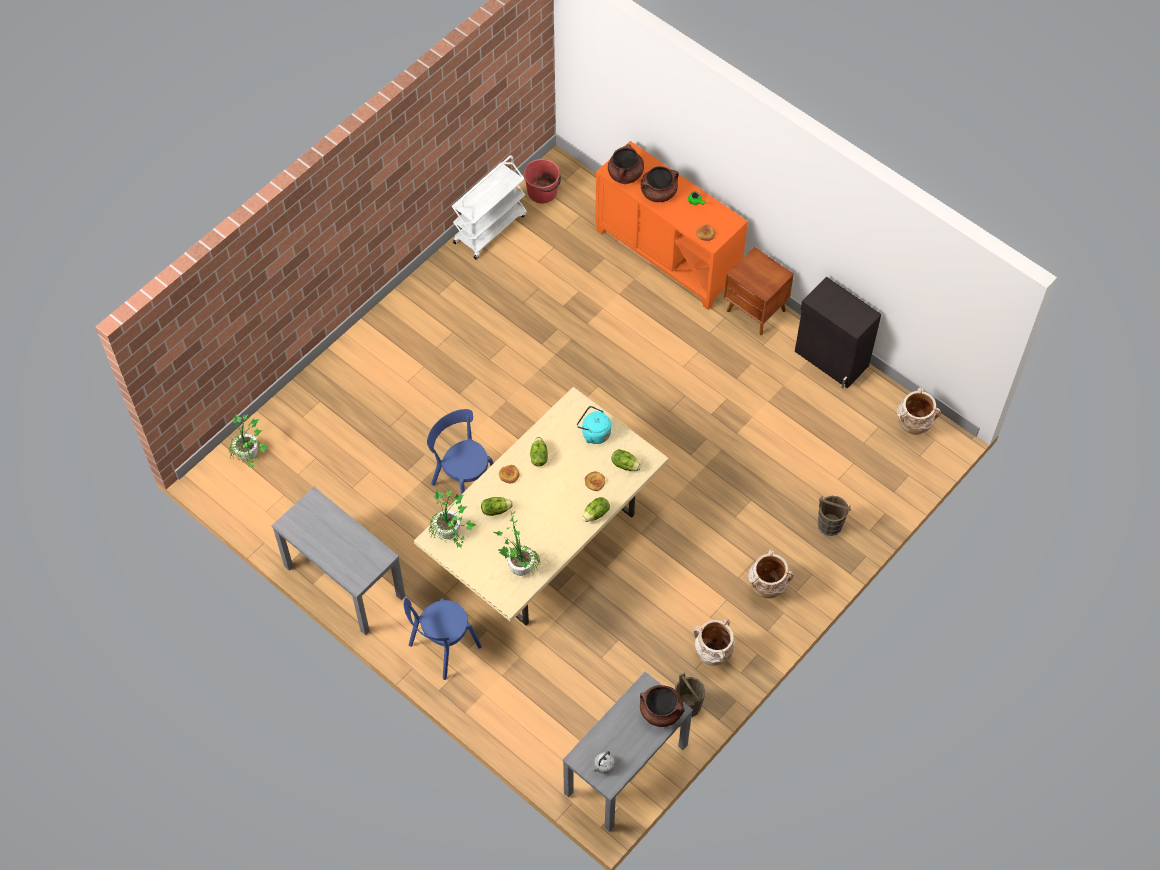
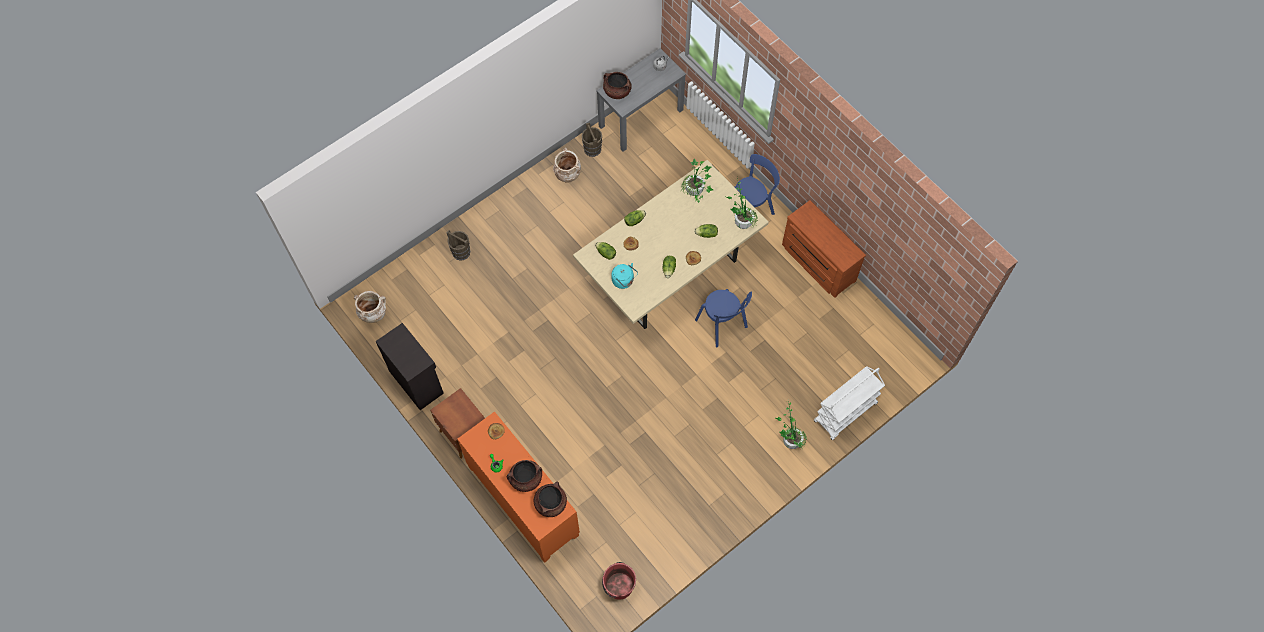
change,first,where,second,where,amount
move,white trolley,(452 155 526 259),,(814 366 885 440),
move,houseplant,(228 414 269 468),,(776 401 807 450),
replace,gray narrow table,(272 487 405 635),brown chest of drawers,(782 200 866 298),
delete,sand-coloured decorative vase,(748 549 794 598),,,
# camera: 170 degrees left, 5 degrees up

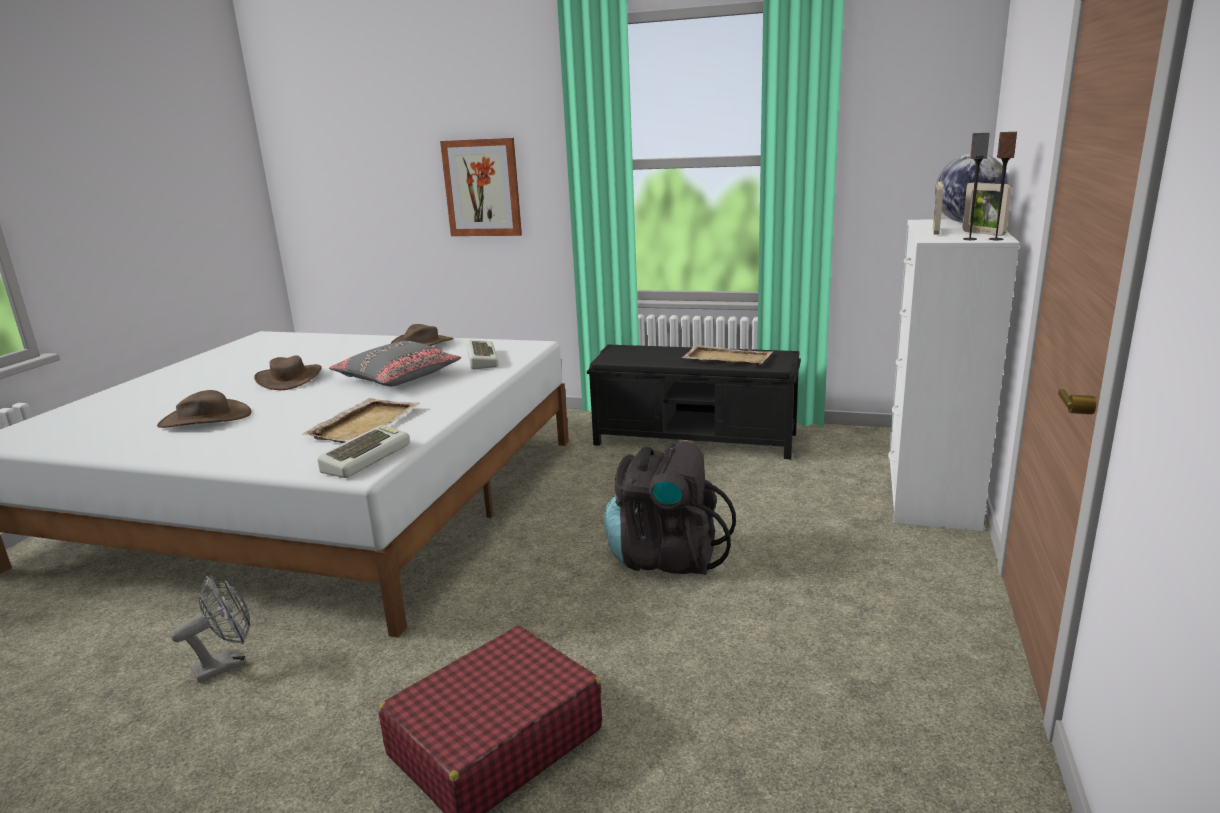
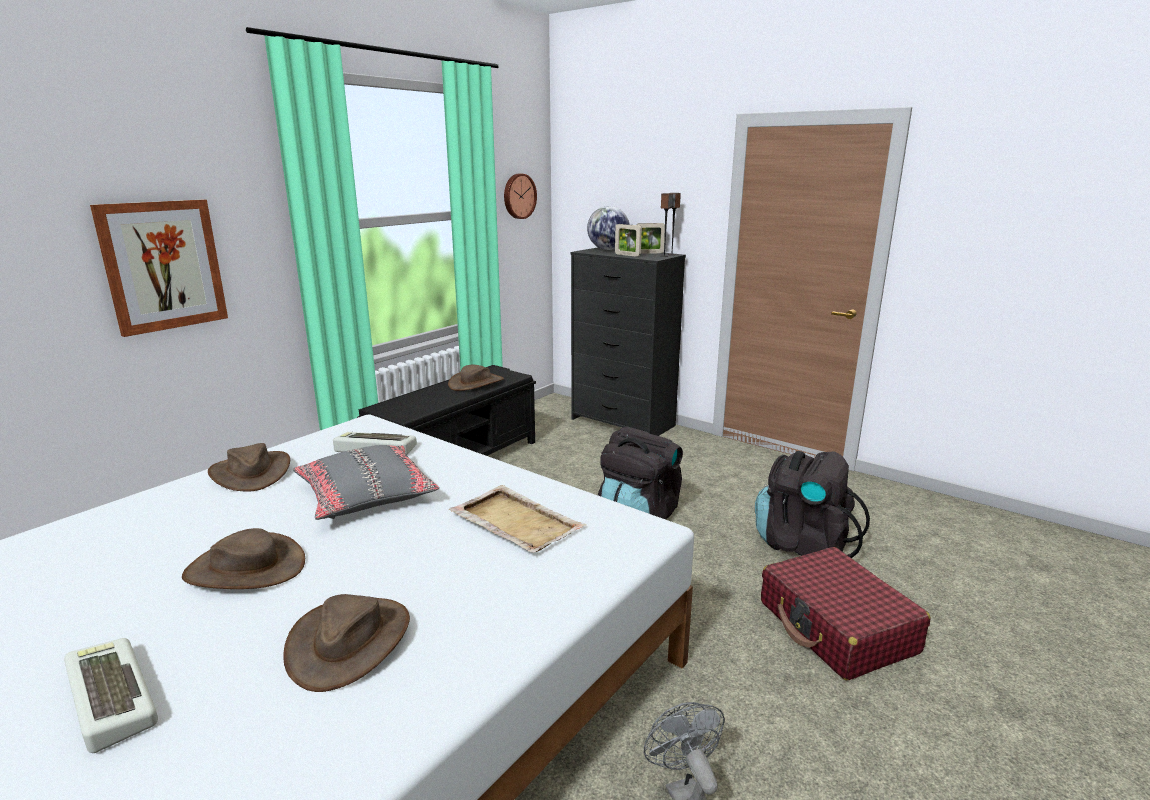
change,first,where,second,where,amount
recolor,white chest of drawers,(888 219 1020 531),blackish chest of drawers,(571 247 686 436),
replace,sand-coloured carrying tray,(681 345 773 366),brown clothing hat,(448 365 504 391),
move,PC keyboard,(317 425 410 478),,(64 638 158 753),
insert,,,clock on the wall,(504 174 537 219),
insert,,,blackish rucksack,(755 451 870 558),
# camera: 70 degrees left, 0 degrees up

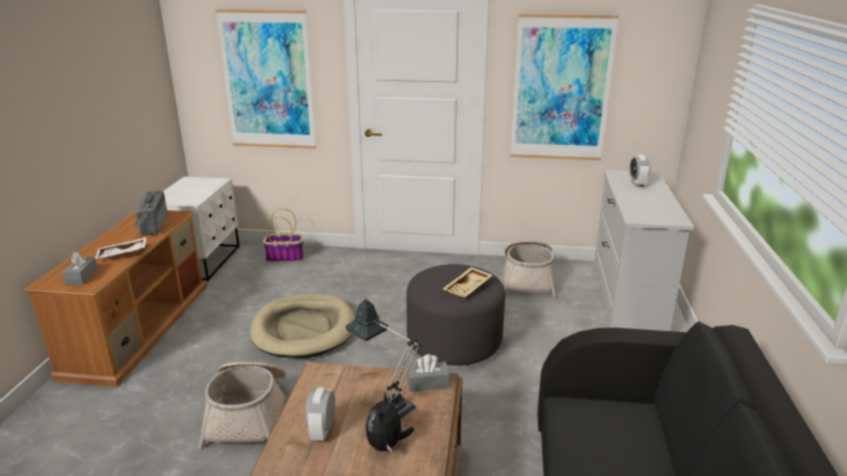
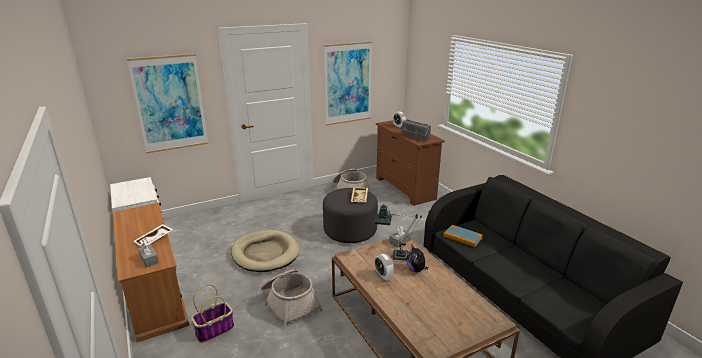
change,first,where,second,where,amount
recolor,white chest of drawers,(593 170 694 331),brown chest of drawers,(376 120 445 206),
move,radio receiver,(134 190 168 235),,(400 119 431 141),
move,household basket,(263 208 304 263),,(191 285 234 343),
insert,,,volume,(443 225 483 247),
# camera: 35 degrees left, 0 degrees up

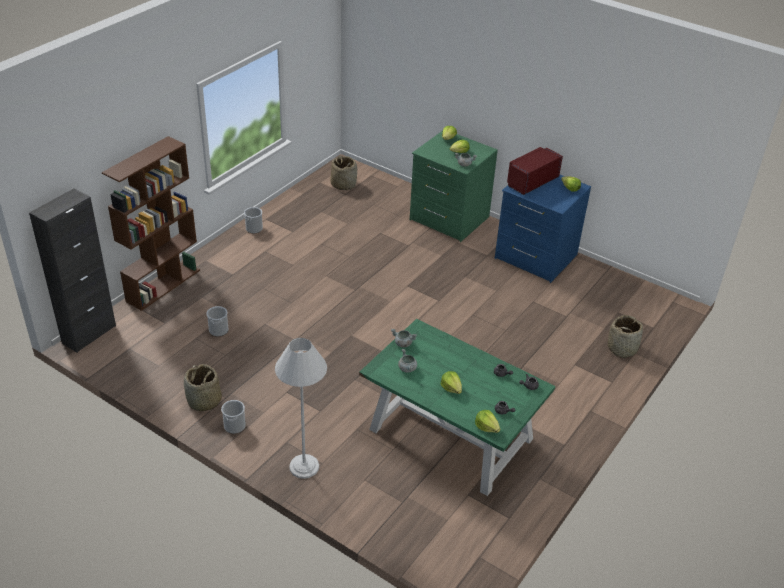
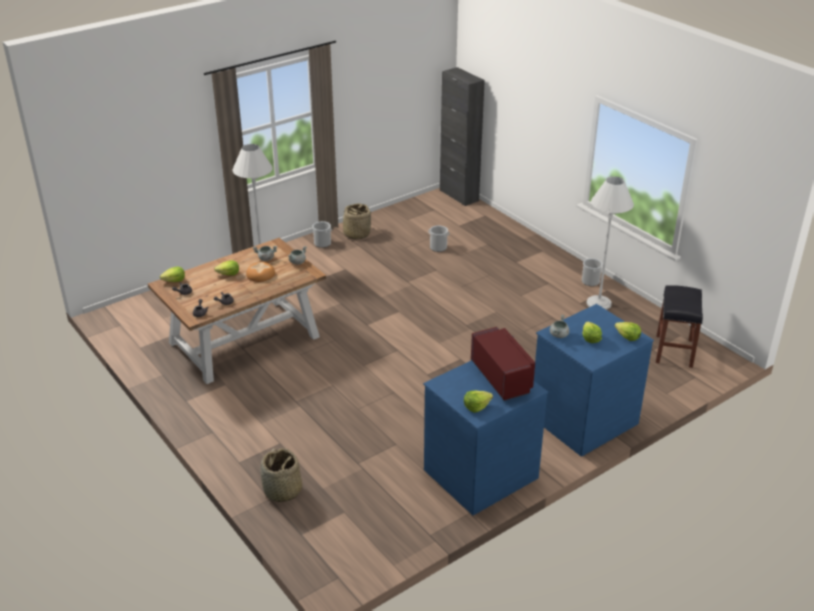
change,first,where,second,where,amount
recolor,greenish chest of drawers,(410 131 498 242),bluish chest of drawers,(534 304 654 456),
delete,brown shelving unit,(102 136 200 311),,,
replace,household basket,(330 156 357 190),blackish stool,(656 285 703 368),
recolor,greenish dinner table,(359 319 555 496),brown dinner table,(148 238 326 384),
insert,,,white standard lamp,(587 176 634 310),
insert,,,bakery bread,(246 262 275 282),
# camera: 110 degrees right, 5 degrees down

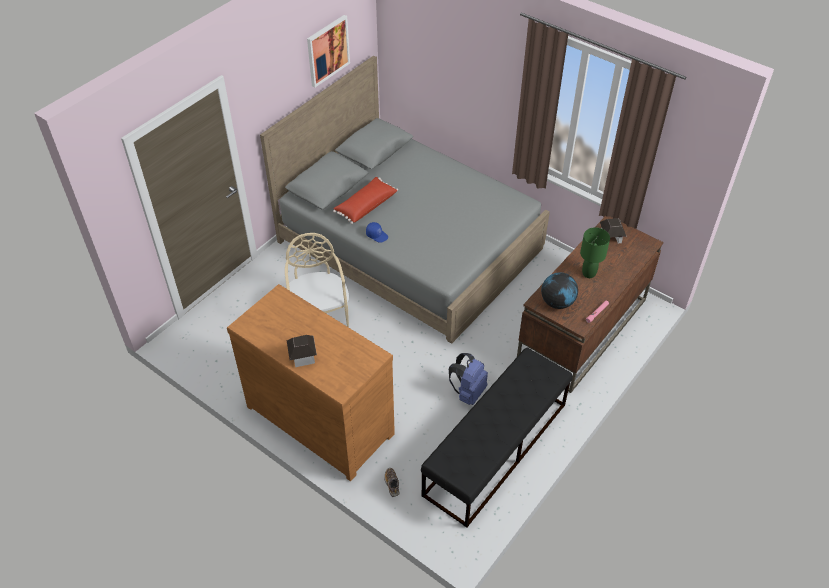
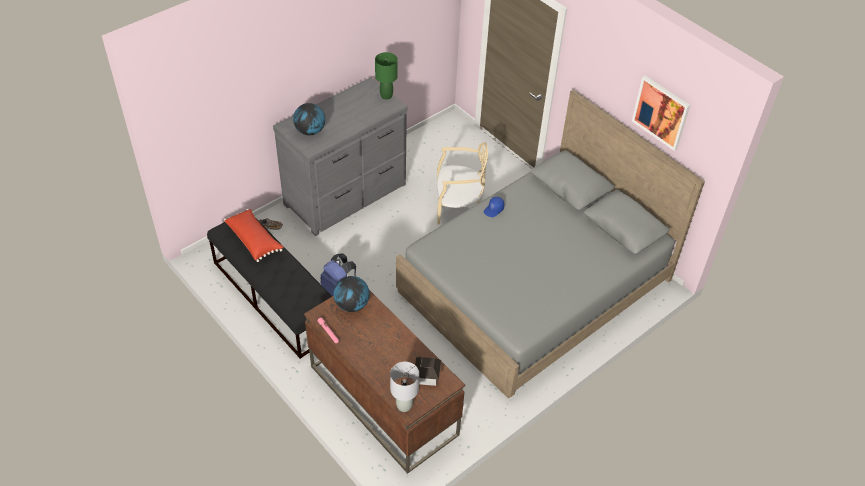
change,first,where,second,where,amount
move,red cushion,(333 177 398 224),,(224 209 283 262),
move,greenish table lamp,(580 227 610 278),,(375 52 398 100),
recolor,brown chest of drawers,(227 284 395 481),gray chest of drawers,(273 77 407 236),
delete,miniature house,(287 335 317 367),,,
insert,,,globe,(293 103 325 135),
insert,,,gray table lamp,(390 362 419 412),
# camera: 100 degrees right, 0 degrees up

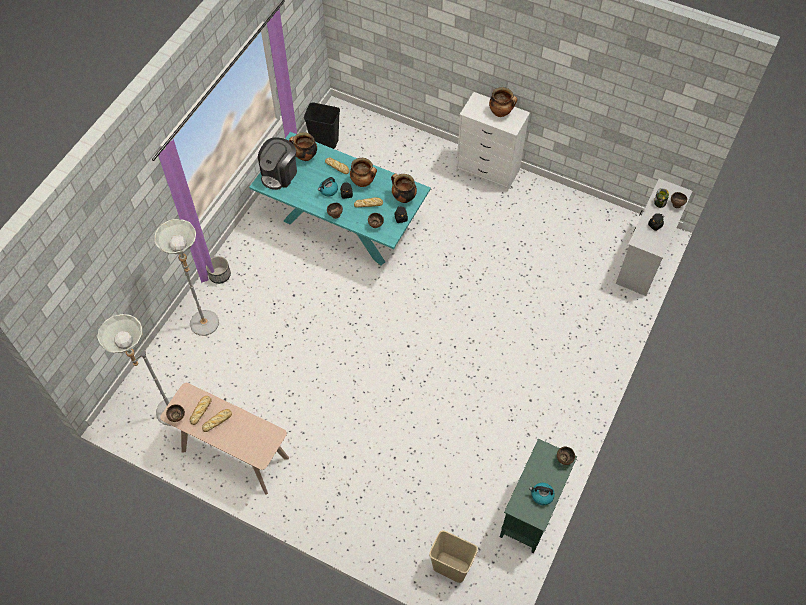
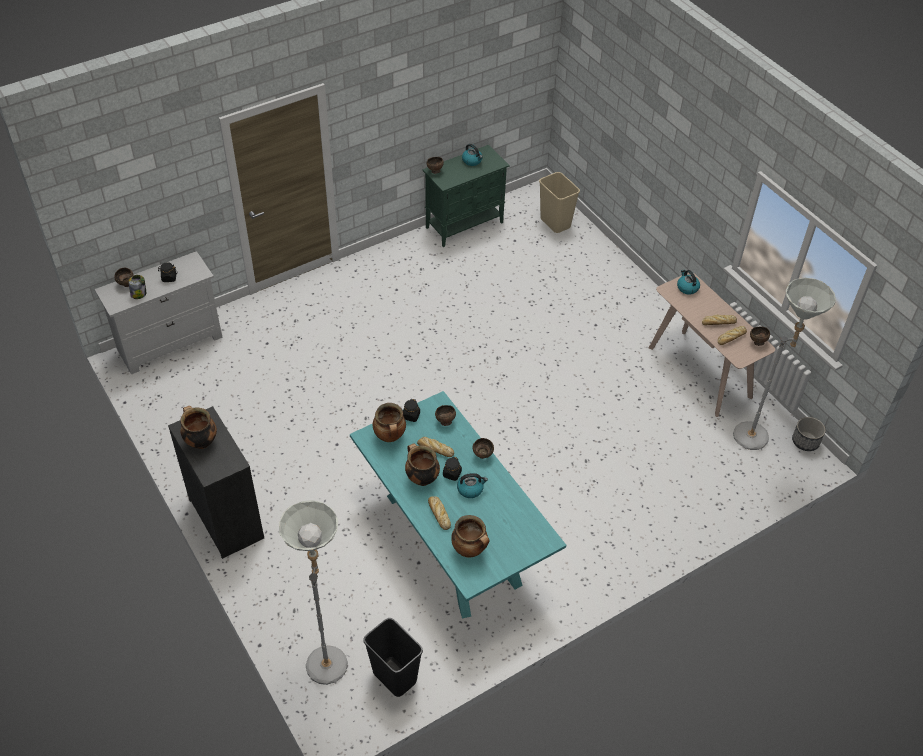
change,first,where,second,where,amount
recolor,white chest of drawers,(456 92 530 192),blackish chest of drawers,(168 406 264 559),
delete,coffee brewer,(258 137 297 190),,,
move,gray standard lamp,(155 219 219 336),,(279 500 348 685),
move,planter,(206 256 231 284),,(792 417 826 451),
insert,,,water kettle,(677 269 700 295),
# camera: 150 degrees left, 10 degrees down

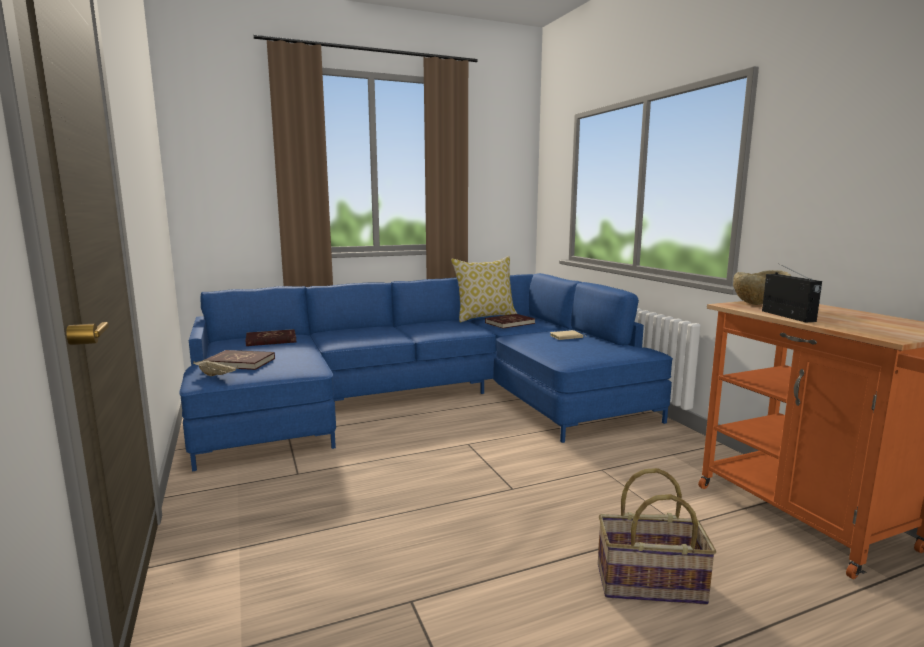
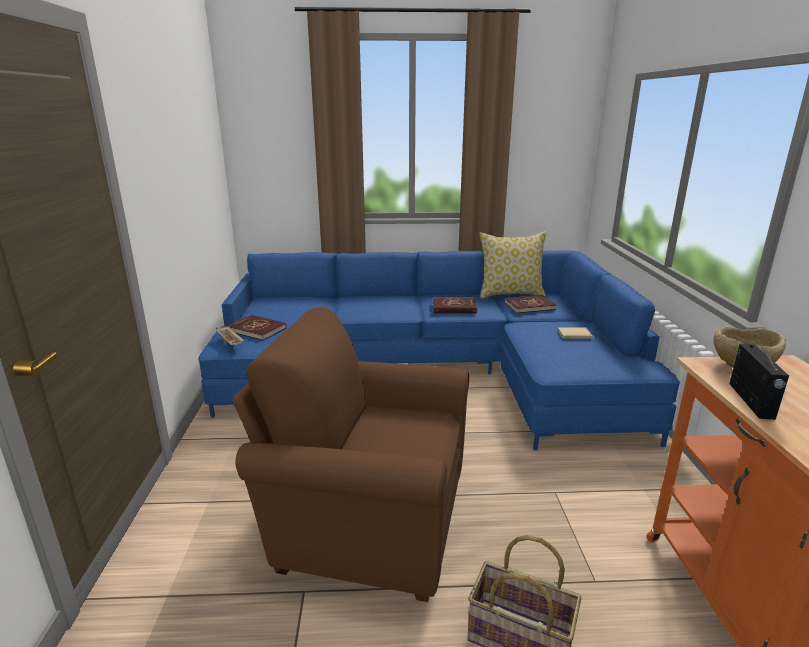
change,first,where,second,where,amount
move,red volume,(246 329 296 346),,(433 297 477 313),
insert,,,brown lounge chair,(232 307 469 602),
# camera: 20 degrees right, 10 degrees up

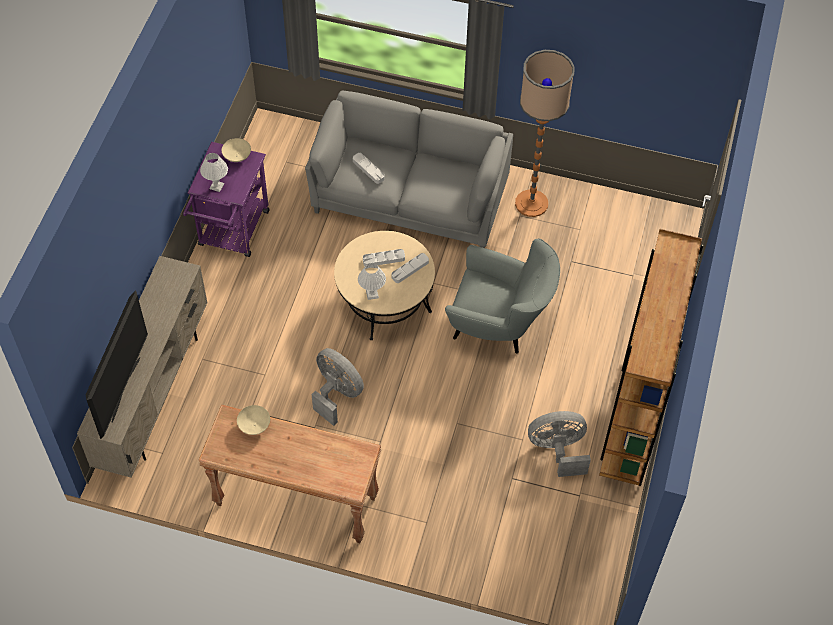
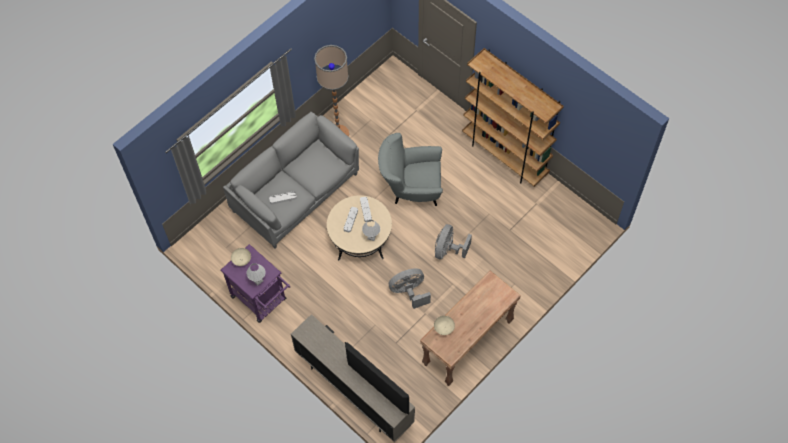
change,first,where,second,where,amount
rotate,gray lounge chair,(445 238 560 354),,(378 133 443 206),135 degrees counterclockwise
move,gray cooling fan,(528 411 591 477),,(435 224 472 259),
# camera: 60 degrees left, 5 degrees up

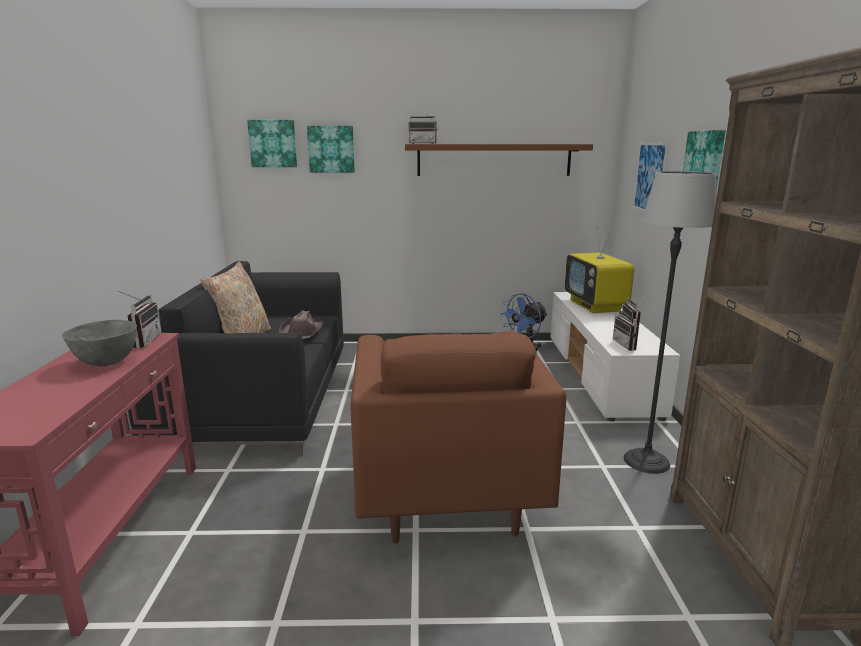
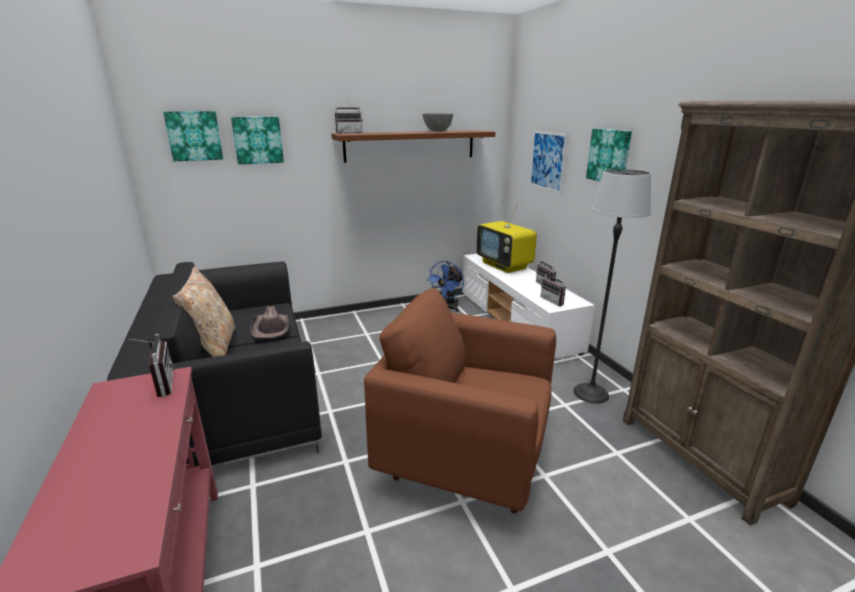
change,first,where,second,where,amount
move,gray bowl,(62 320 137 367),,(422 113 454 132),
rotate,brown lounge chair,(350 331 566 544),,(364 288 556 513),135 degrees clockwise
# camera: 20 degrees left, 5 degrees up

